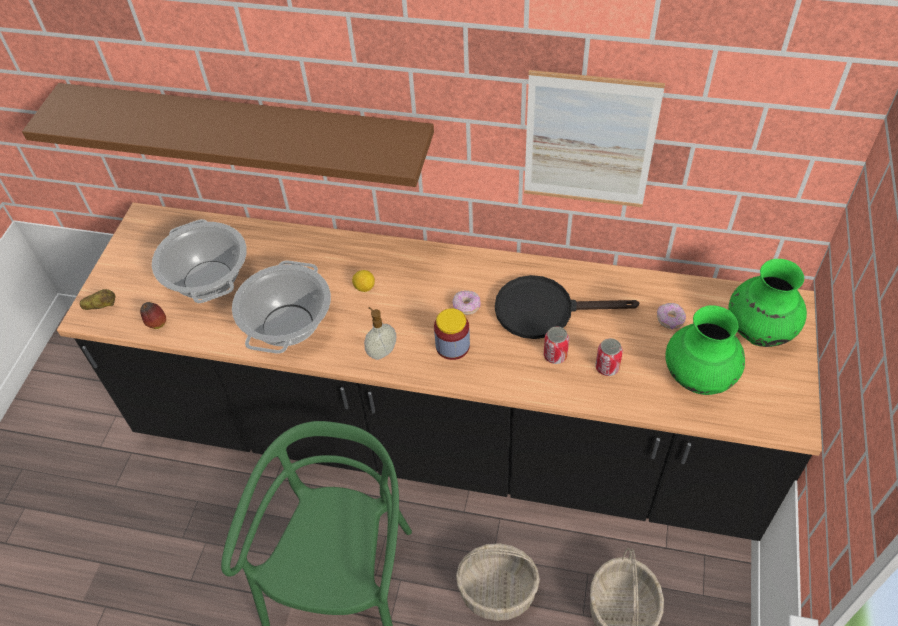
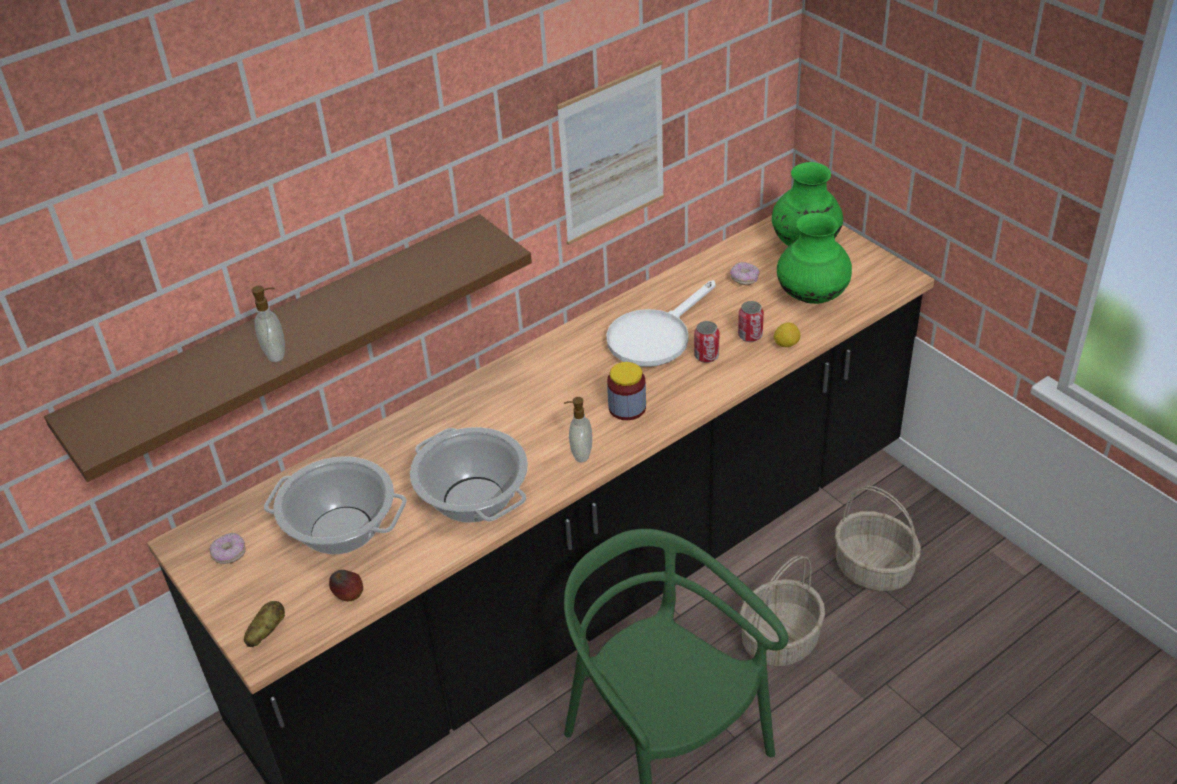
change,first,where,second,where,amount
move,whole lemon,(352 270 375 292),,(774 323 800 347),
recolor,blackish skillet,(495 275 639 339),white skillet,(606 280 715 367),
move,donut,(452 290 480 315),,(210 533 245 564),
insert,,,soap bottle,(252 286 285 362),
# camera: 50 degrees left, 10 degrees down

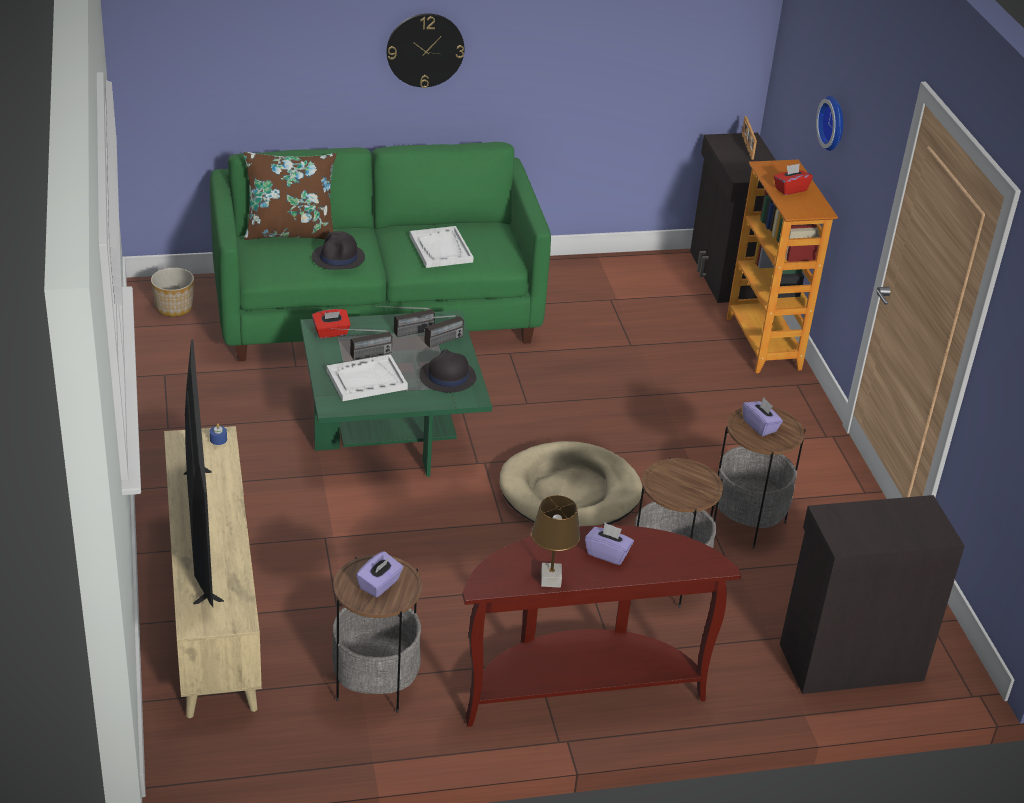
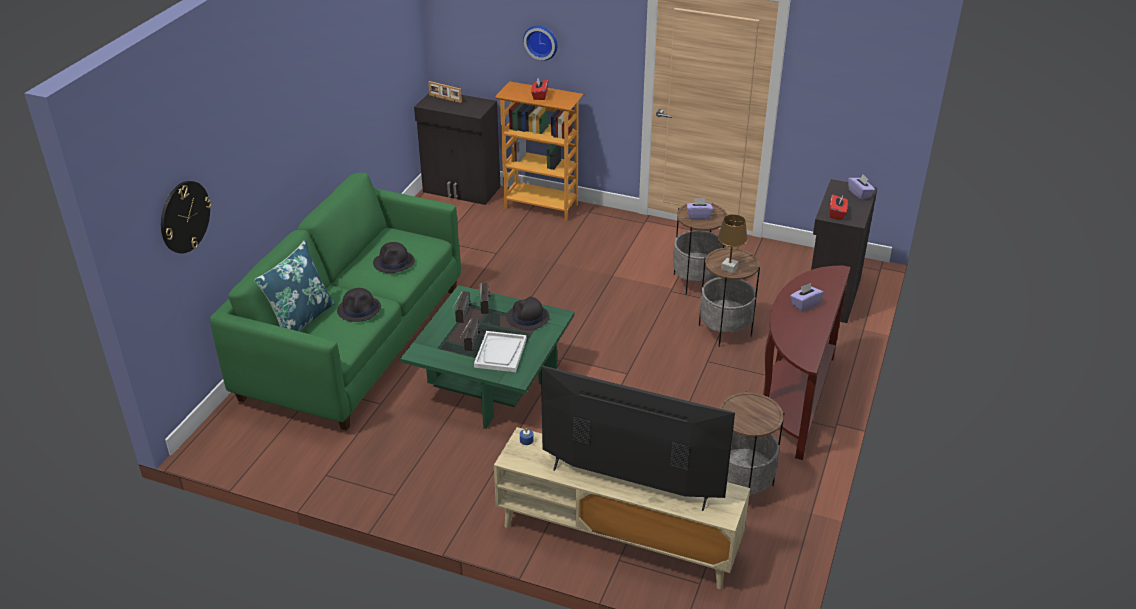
change,first,where,second,where,amount
move,clock on the wall,(387 13 464 88),,(161 181 212 253),
recolor,brown cushion,(243 151 336 240),bluish cushion,(254 240 335 332),
replace,white carrying tray,(410 226 473 268),blackish clothing hat,(373 242 415 273),
delete,planter,(151 268 194 317),,,
move,red box of tissues,(312 309 351 338),,(829 194 848 220),
delete,sand-coloured dog bed,(499 441 642 527),,,
move,brown table lamp,(531 495 581 588),,(718 215 748 274),
move,purplish box of tissues,(356 551 403 598),,(848 174 875 200),
# camera: 55 degrees left, 0 degrees up

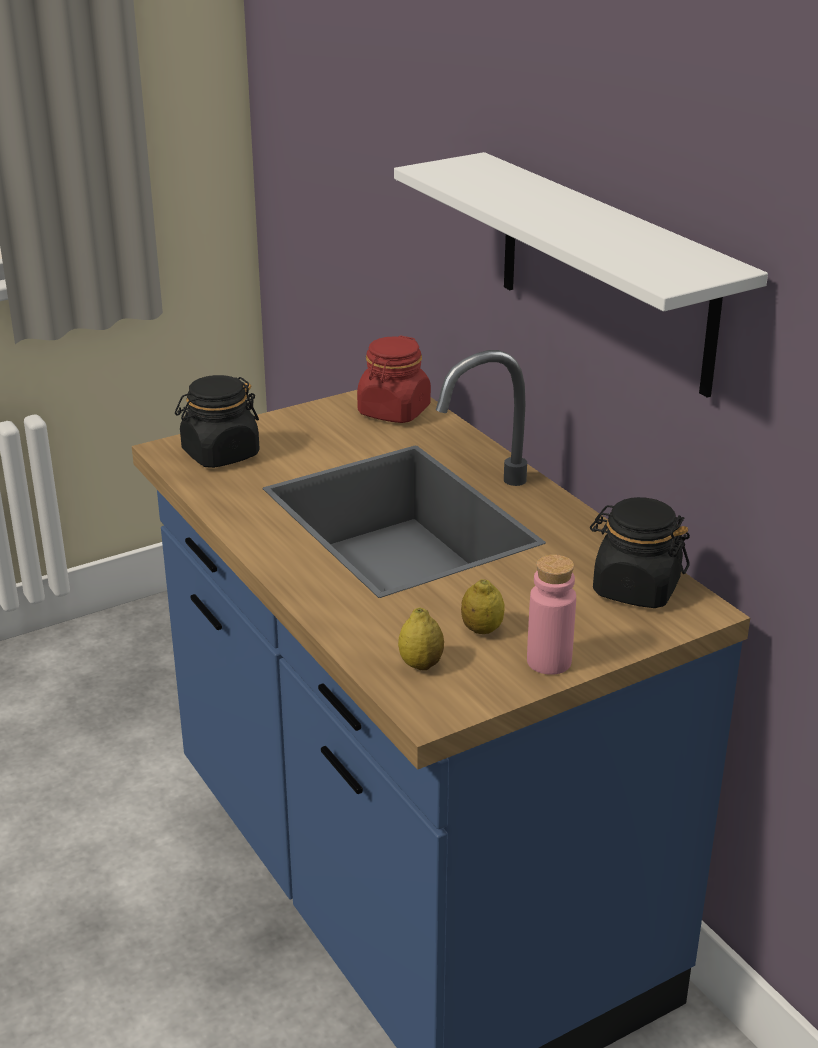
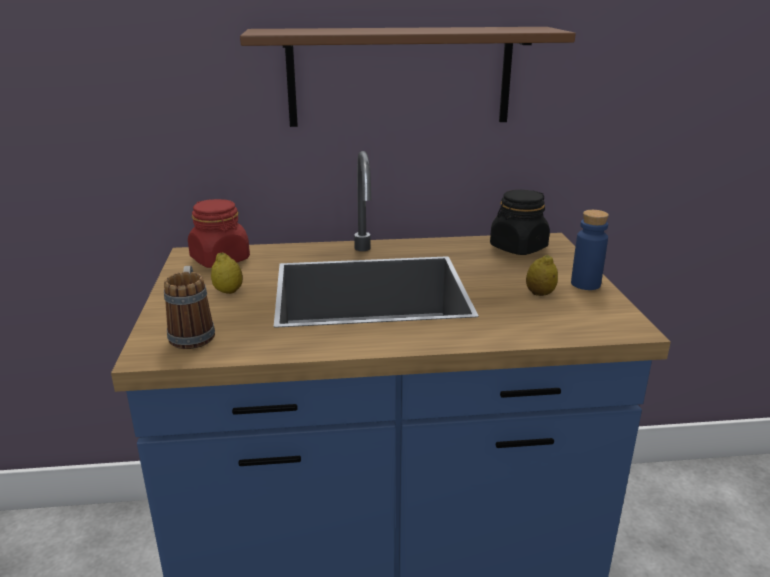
change,first,where,second,where,amount
recolor,white shelf,(394 152 768 398),brown shelf,(240 27 576 127),
replace,blackish preserve jar,(175 375 260 468),coffee mug,(164 266 215 349),
recolor,pink-coloured bottle,(527 554 576 675),bluish bottle,(571 210 609 290),
move,whole lemon,(398 608 444 670),,(211 253 243 294),
# camera: 65 degrees left, 5 degrees down

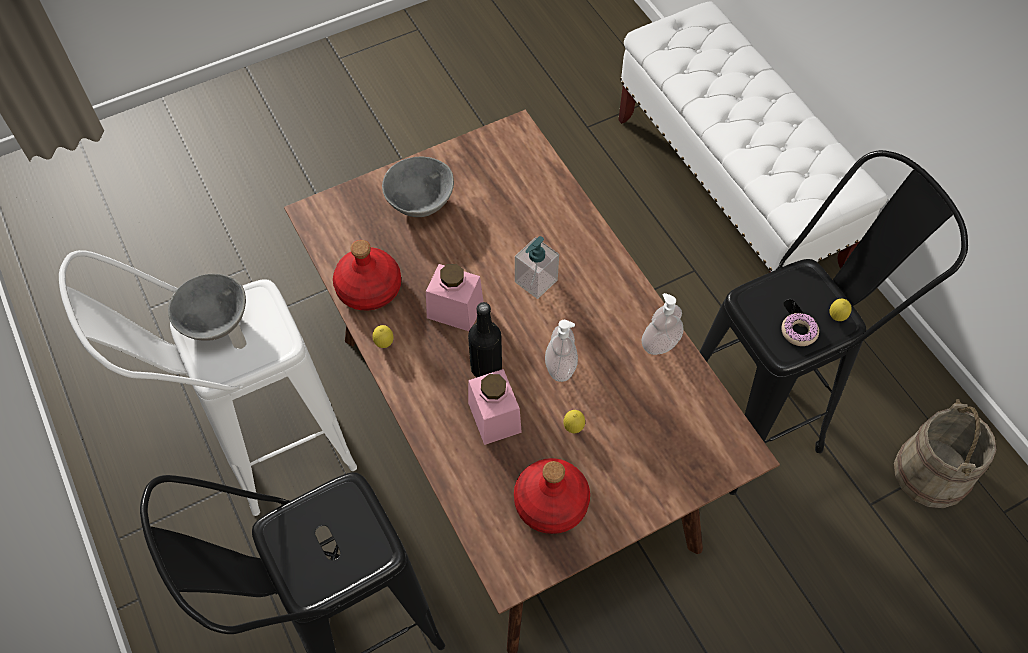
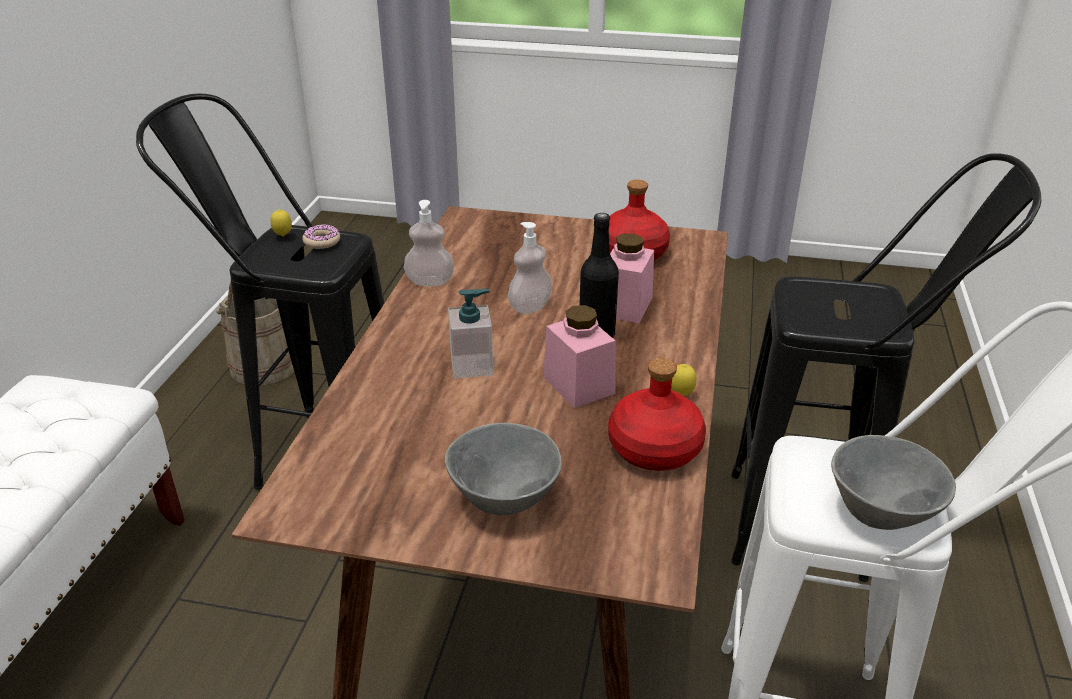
change,first,where,second,where,amount
delete,whole lemon,(563 410 585 433),,,
# camera: 140 degrees left, 25 degrees down

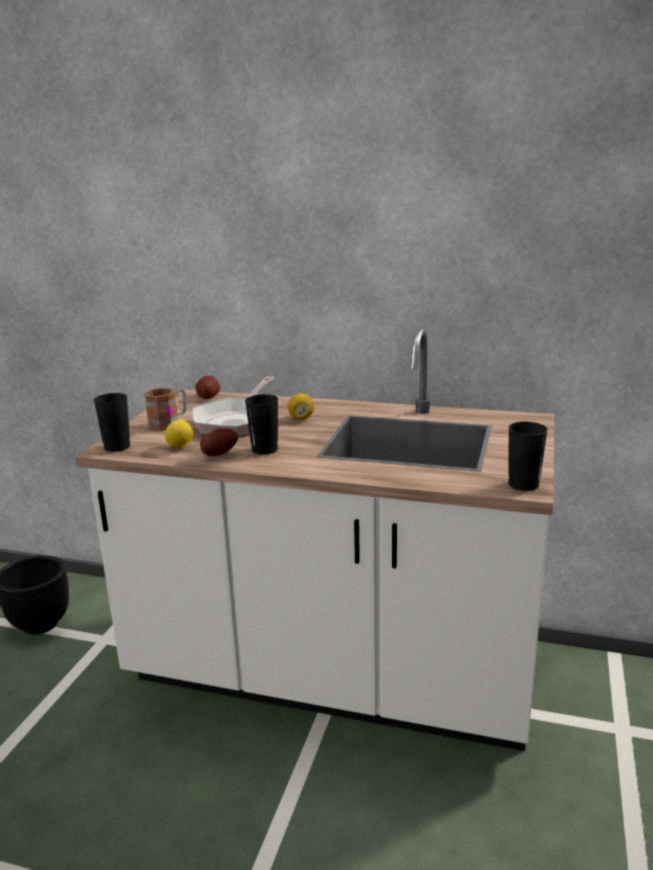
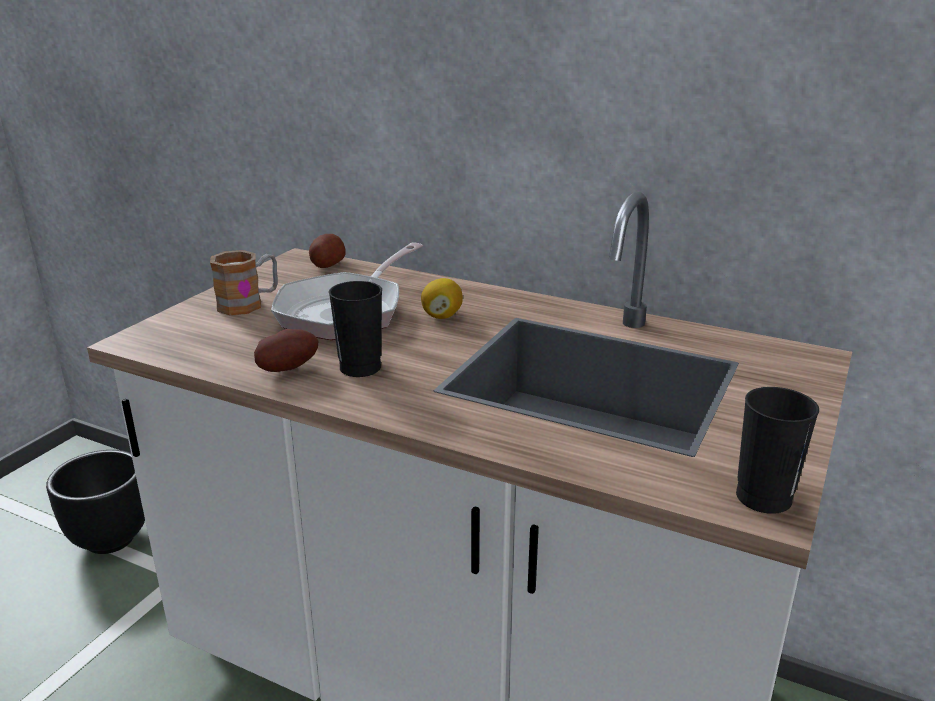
change,first,where,second,where,amount
delete,blackish small cup,(94 393 130 452),,,
delete,whole lemon,(165 420 193 448),,,
# camera: 10 degrees right, 5 degrees up

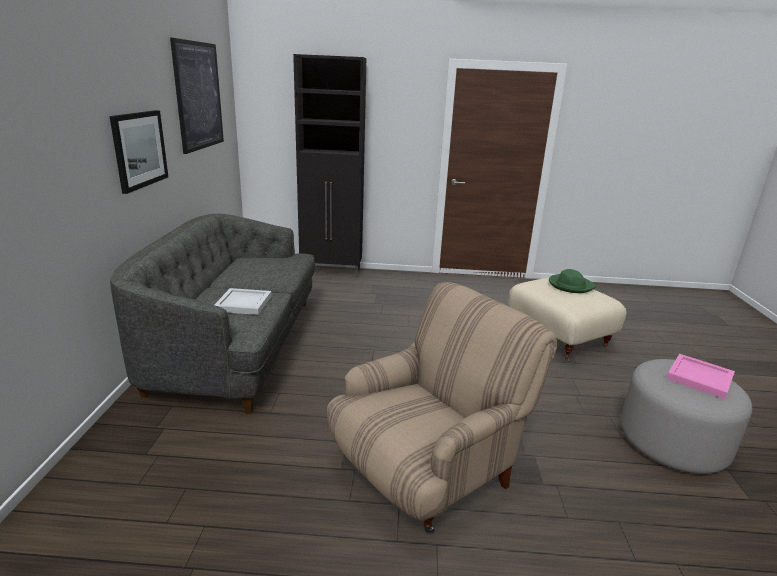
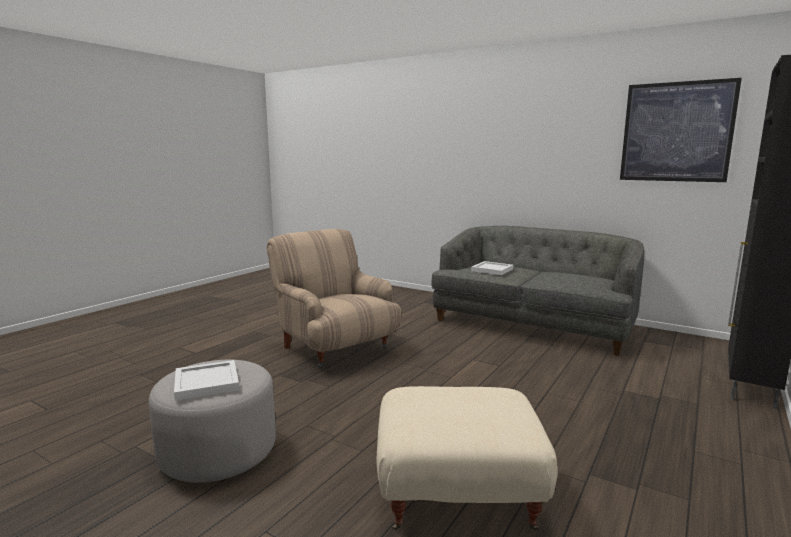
change,first,where,second,where,amount
delete,wall picture,(110 110 168 194),,,
delete,greenish clothing hat,(549 269 596 293),,,
rotate,sand-coloured lounge chair,(327 282 558 534),,(267 229 401 368),150 degrees clockwise
recolor,pink-coloured carrying tray,(666 354 735 399),white carrying tray,(174 360 239 401),
# camera: 120 degrees right, 10 degrees down

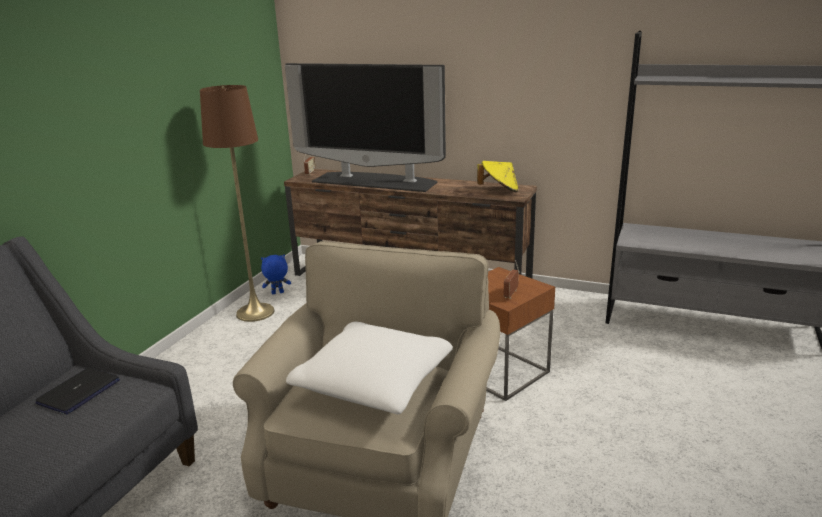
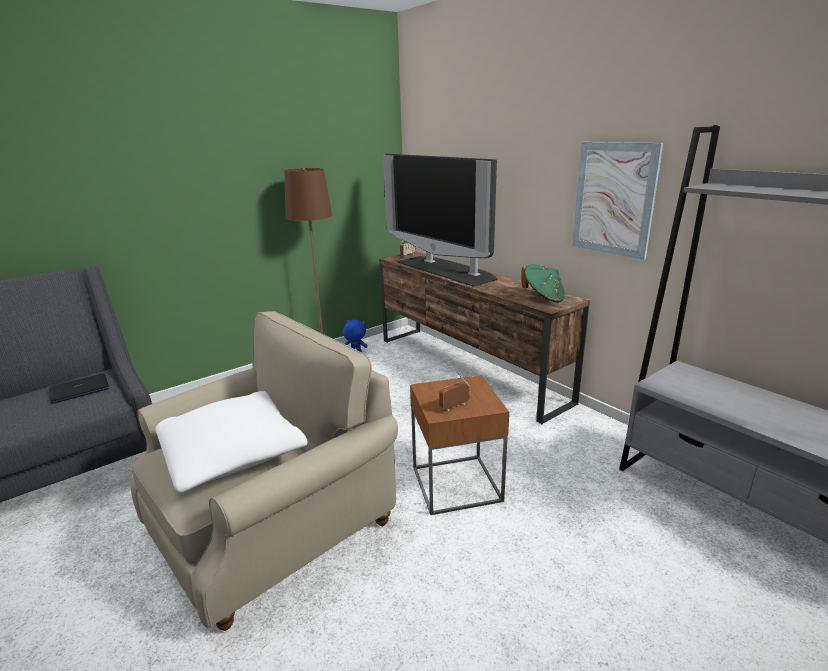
change,first,where,second,where,amount
recolor,yellowish clothing hat,(477 161 519 192),greenish clothing hat,(521 264 565 302),
insert,,,wall picture,(572 142 663 260),
# camera: 30 degrees right, 0 degrees up

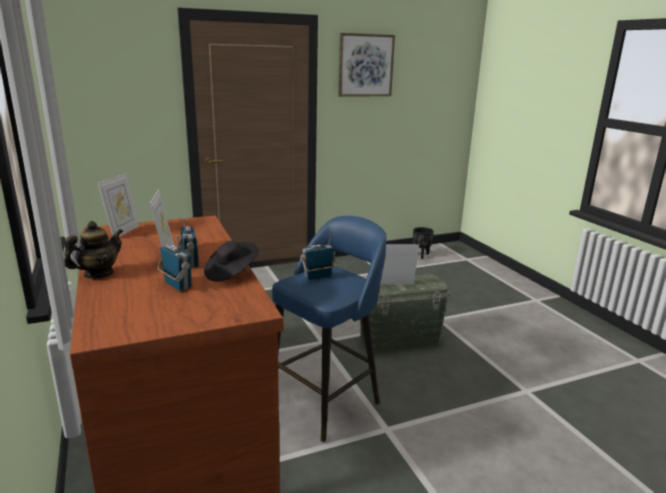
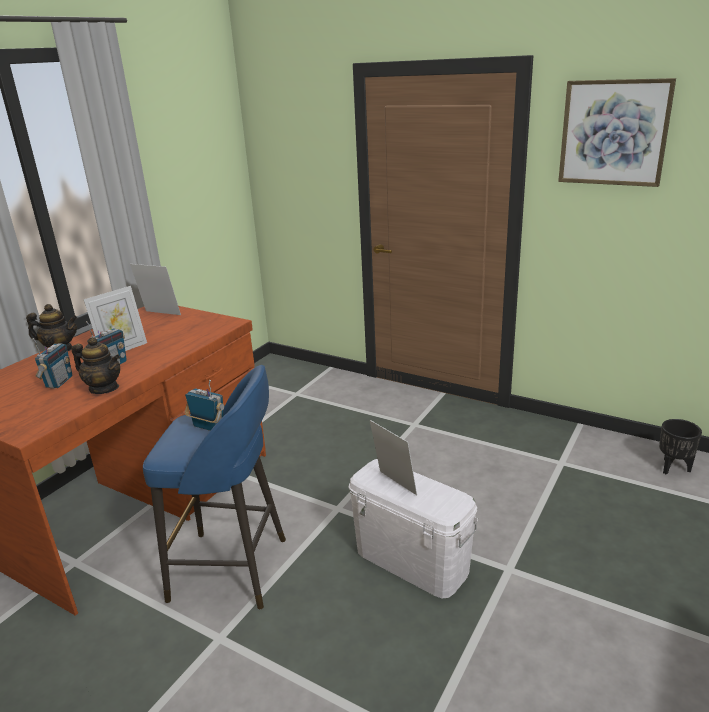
change,first,where,second,where,amount
rotate,standing frame,(97 173 140 236),,(130 264 181 315),135 degrees counterclockwise
replace,blackish clothing hat,(204 241 259 282),tea pot,(72 337 120 394),
recolor,greenish storage box,(360 275 450 352),white storage box,(349 459 479 599),
# camera: 55 degrees right, 5 degrees up

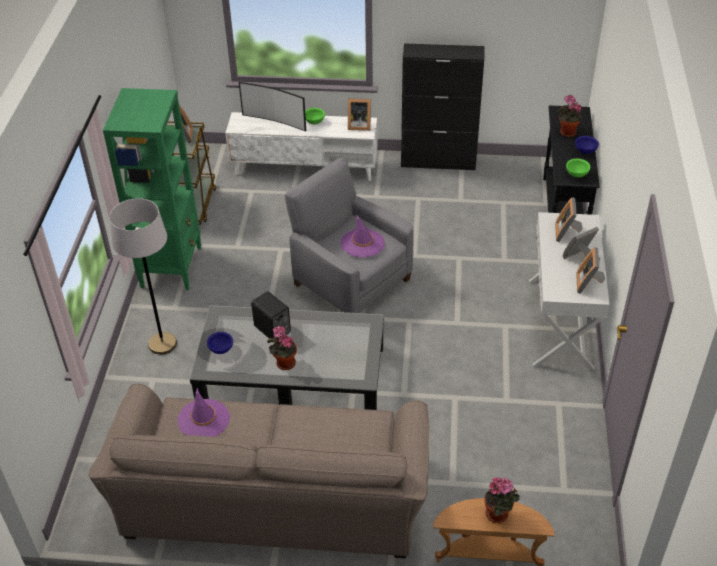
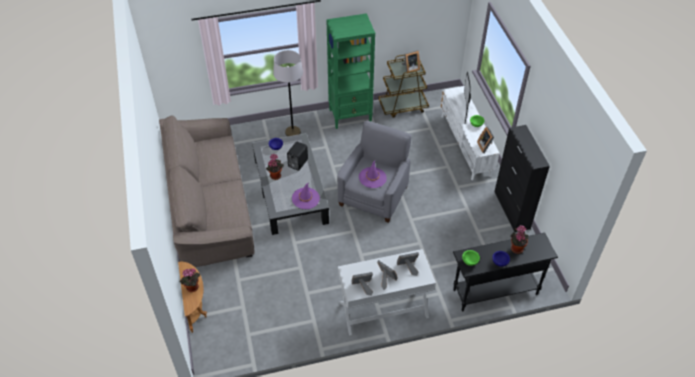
change,first,where,second,where,amount
move,purplish clothing hat,(178 387 230 437),,(292 183 320 209),
# camera: 70 degrees right, 5 degrees up

